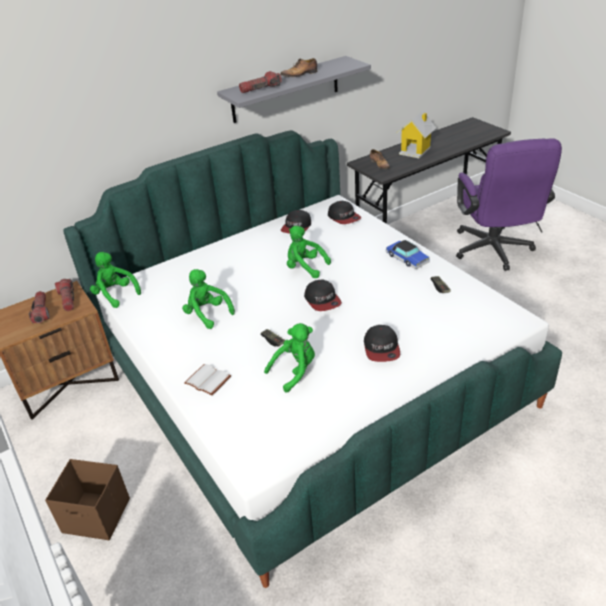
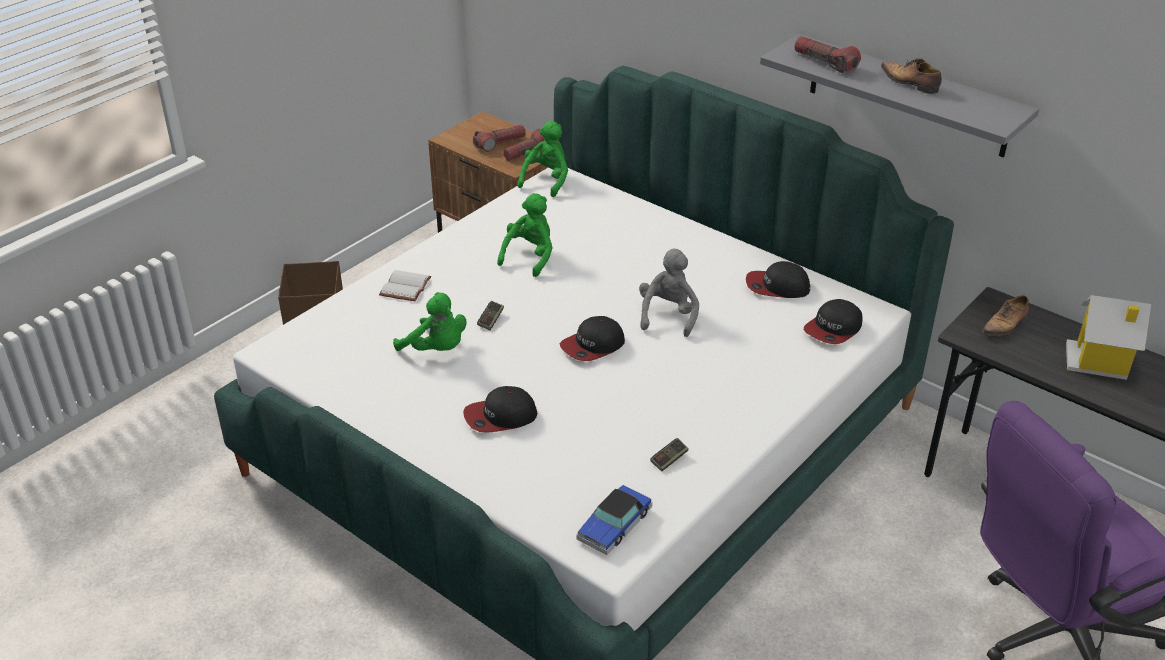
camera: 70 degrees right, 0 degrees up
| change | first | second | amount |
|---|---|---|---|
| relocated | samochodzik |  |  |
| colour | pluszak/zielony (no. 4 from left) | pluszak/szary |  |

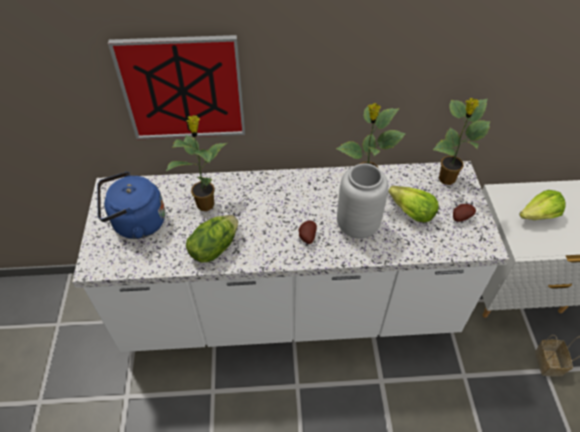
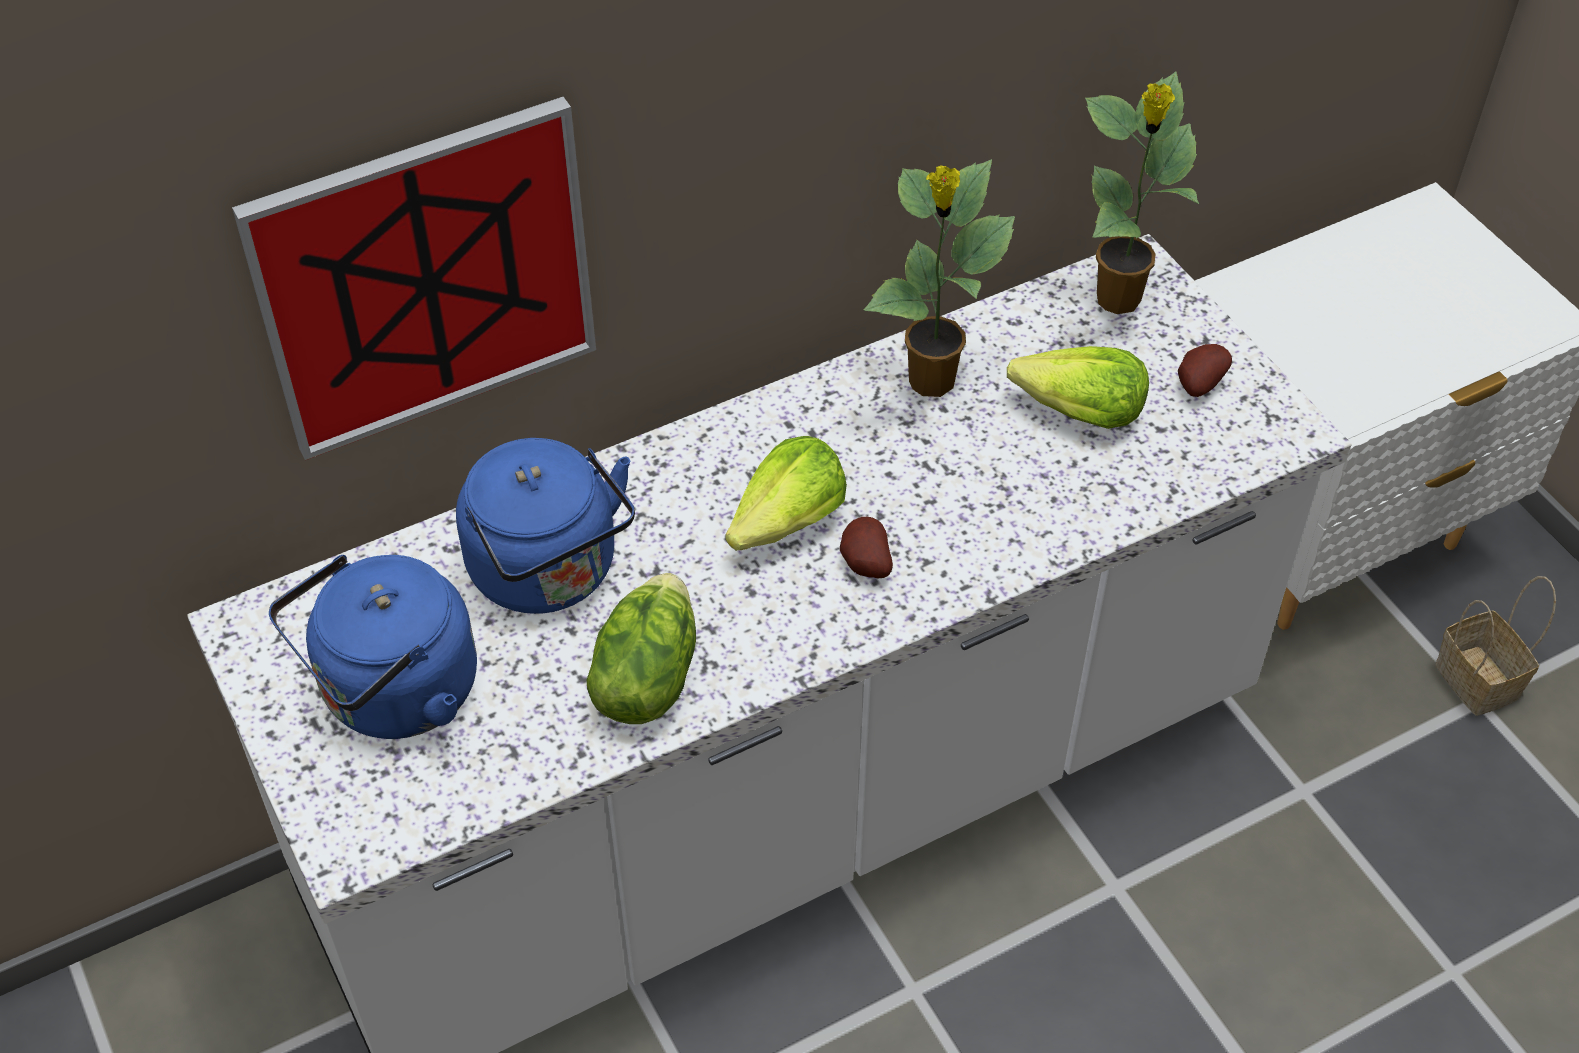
camera: 25 degrees left, 0 degrees up
| change | first | second | amount |
|---|---|---|---|
| missing | wazon/szary |  |  |
| relocated | sałata (no. 3 from left in the first image) | sałata (no. 2 from left) |  |
| exchanged | roślina doniczkowa (no. 1 from left) | czajnik/niebieski (no. 2 from left) |  |

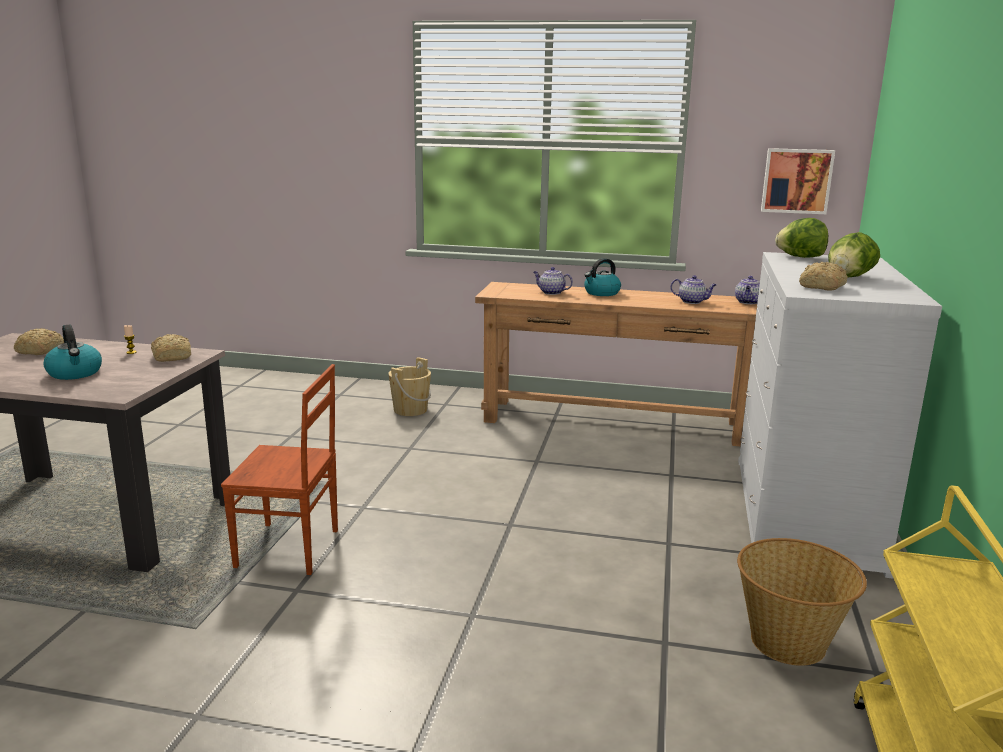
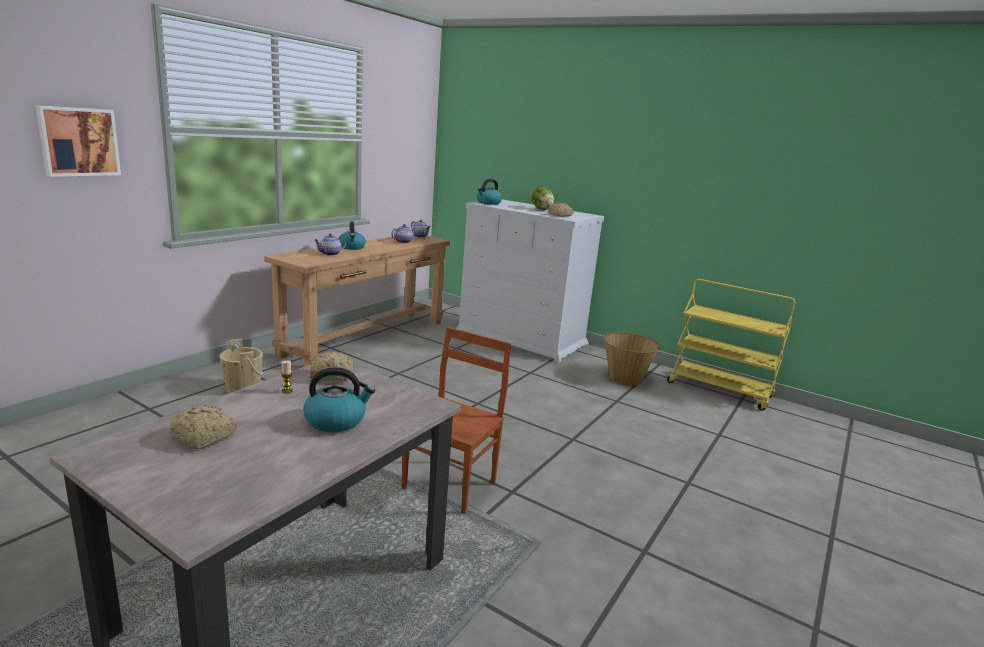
camera: 70 degrees left, 0 degrees up
| change | first | second | amount |
|---|---|---|---|
| relocated | obraz |  |  |
| exchanged | sałata (no. 1 from left) | czajnik (no. 3 from left) |  |

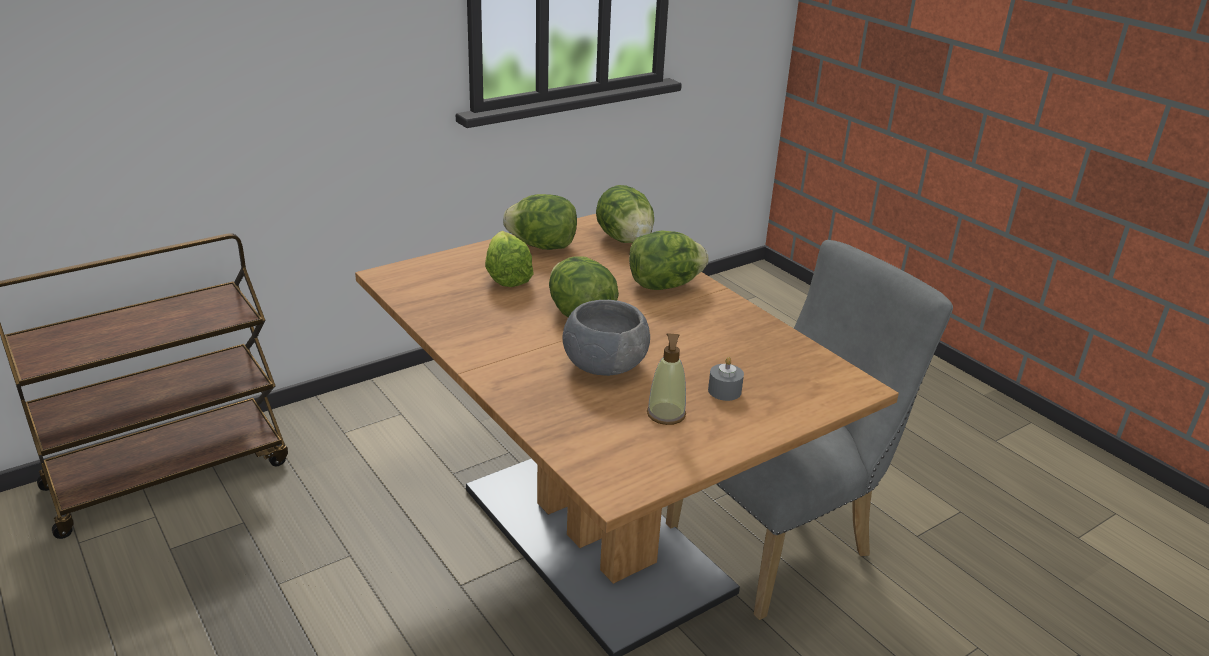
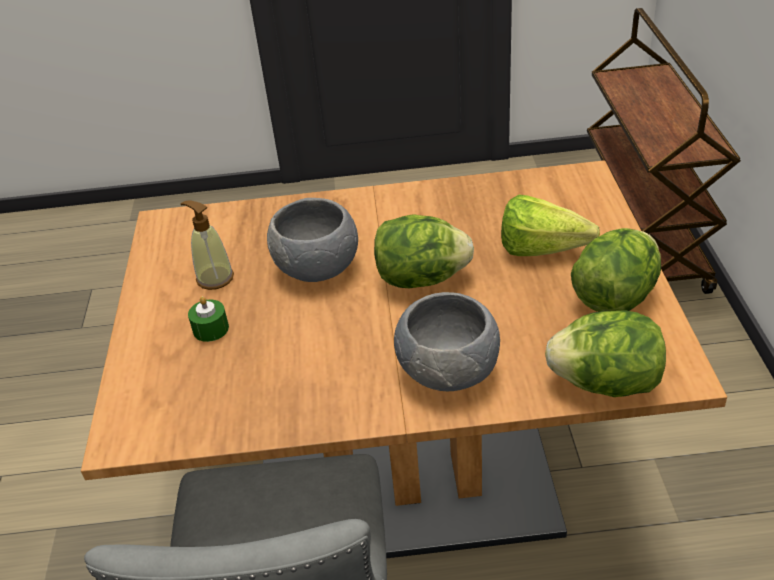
camera: 125 degrees right, 10 degrees up
| change | first | second | amount |
|---|---|---|---|
| exchanged | sałata (no. 5 from left) | miska/szary (no. 2 from left) |  |
| colour | świeca/szary | świeca/zielony |  |

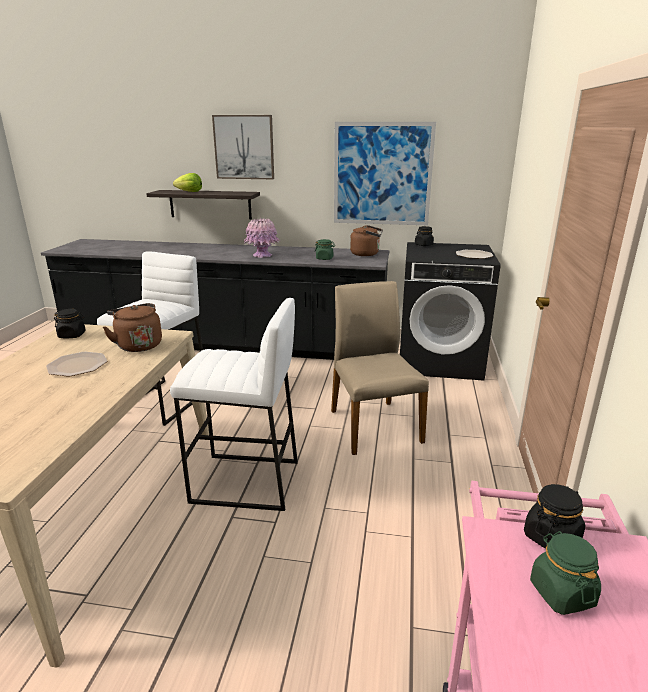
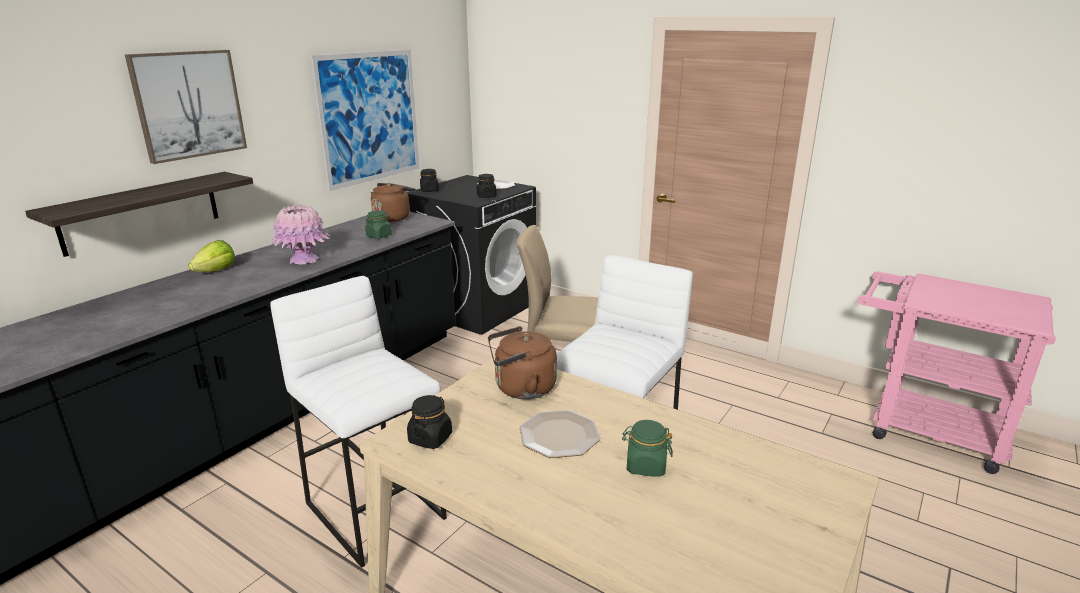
camera: 65 degrees left, 0 degrees up
| change | first | second | amount |
|---|---|---|---|
| relocated | sałata |  |  |
| relocated | słoik/czarny (no. 3 from left) |  |  |
| relocated | słoik/zielony (no. 2 from left) |  |  |

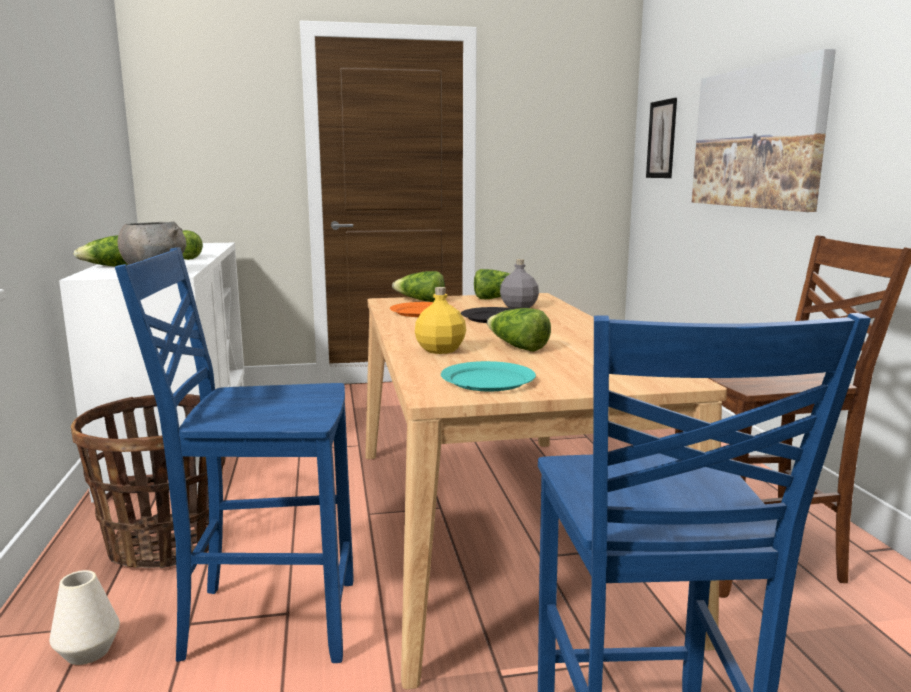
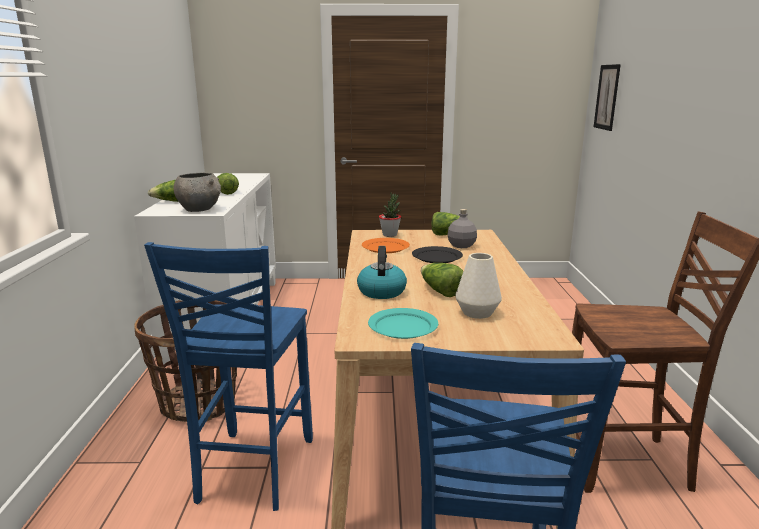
camera: 10 degrees right, 5 degrees up
| change | first | second | amount |
|---|---|---|---|
| missing | obraz (no. 2 from left) |  |  |
| relocated | wazon/biały |  |  |
| exchanged | sałata (no. 3 from left) | roślina doniczkowa |  |
| exchanged | butelka/żółty | czajnik |  |
| spun | krzesło/niebieski (no. 1 from left) |  | 90 degrees counterclockwise |

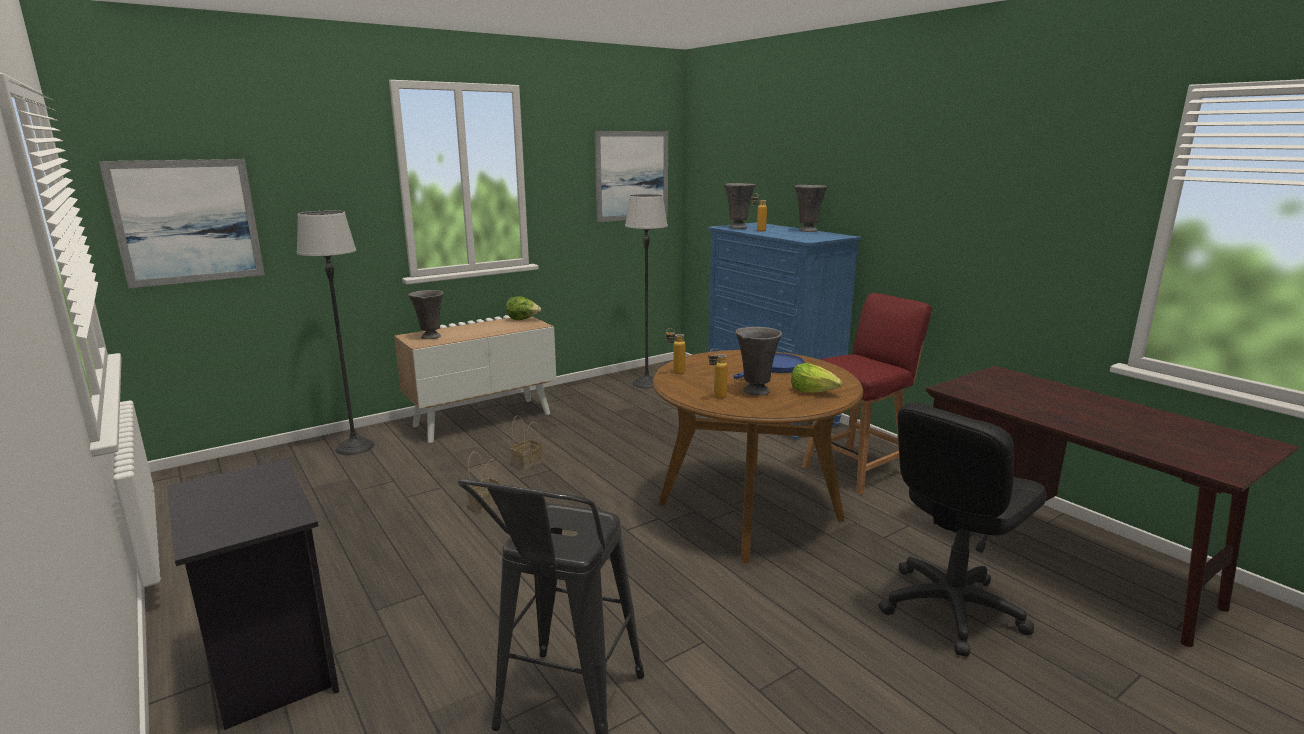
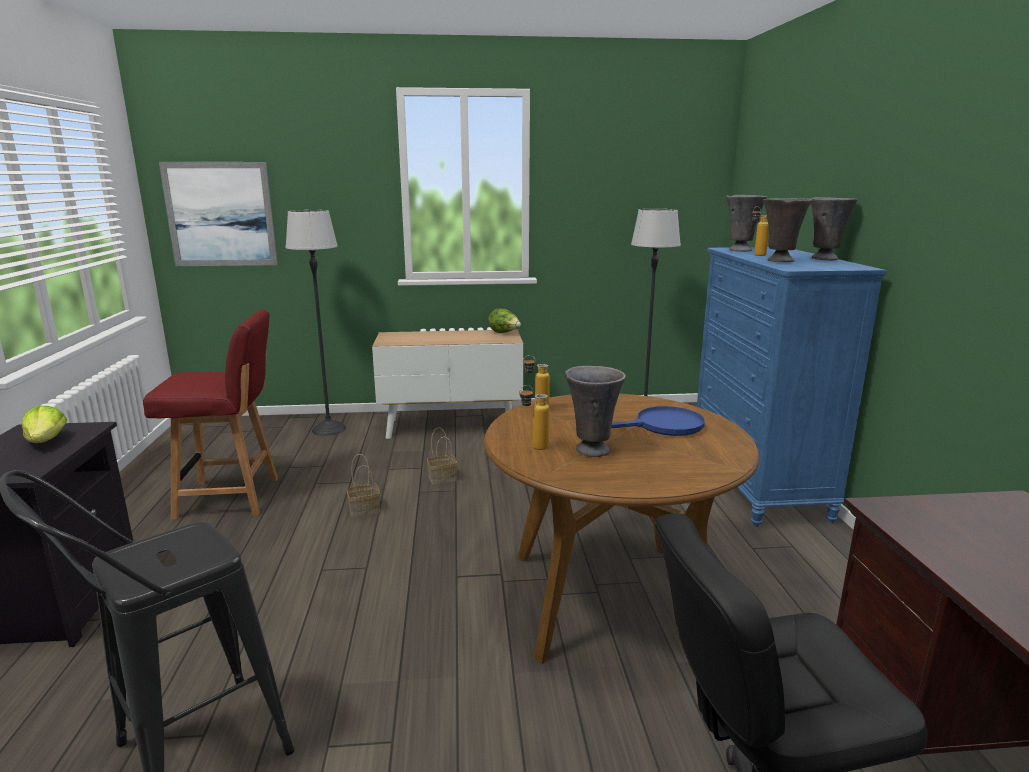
camera: 30 degrees right, 0 degrees up
| change | first | second | amount |
|---|---|---|---|
| missing | obraz (no. 2 from left) |  |  |
| relocated | wazon/szary (no. 1 from left in the first image) | wazon/szary (no. 3 from left) |  |
| relocated | sałata (no. 2 from left in the first image) | sałata (no. 1 from left) |  |
| relocated | krzesło/czerwony |  |  |

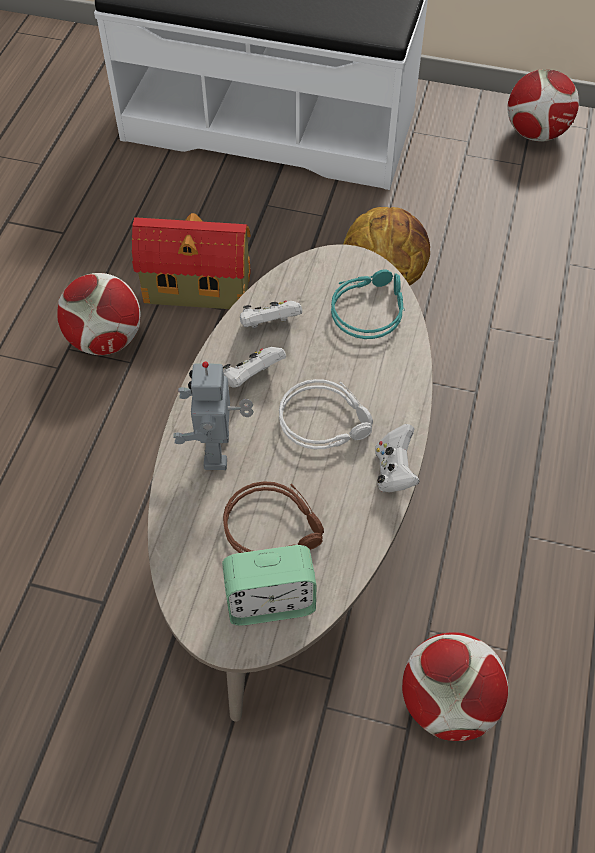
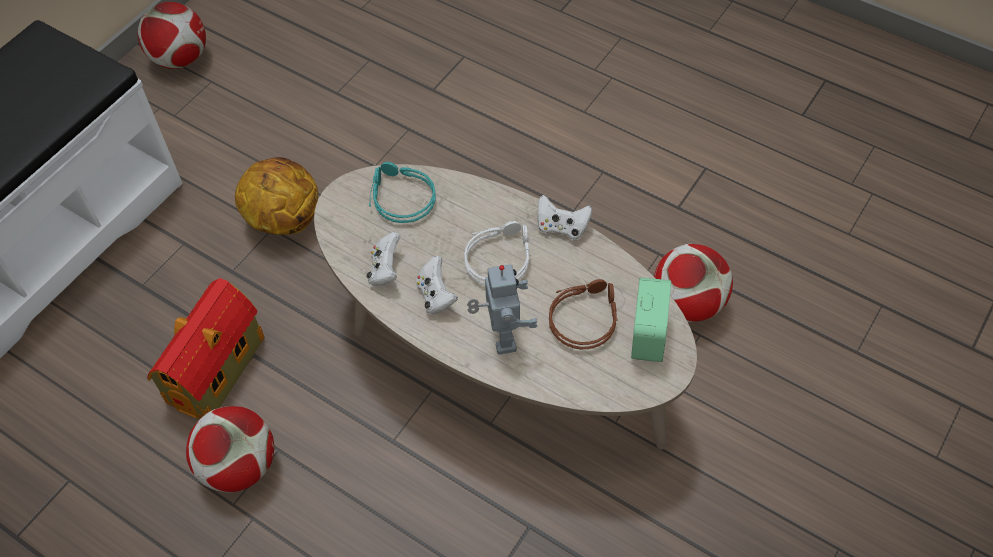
camera: 70 degrees left, 0 degrees up
| change | first | second | amount |
|---|---|---|---|
| spun | robot zabawkowy |  | 120 degrees counterclockwise |

